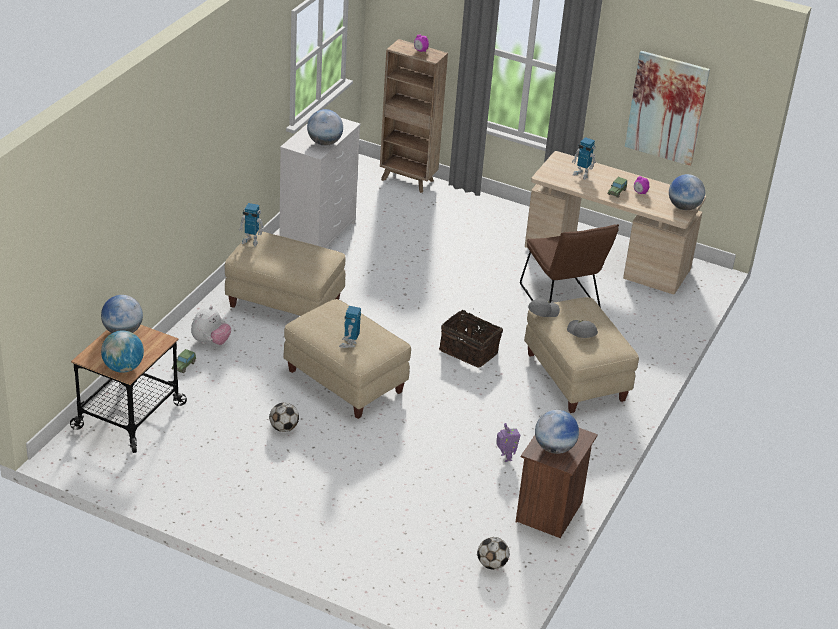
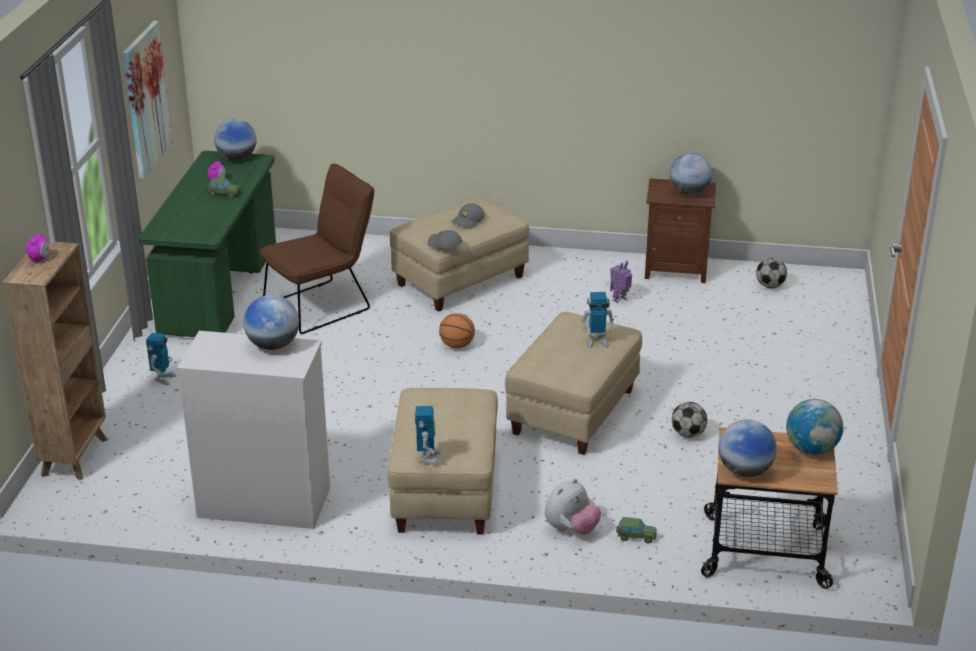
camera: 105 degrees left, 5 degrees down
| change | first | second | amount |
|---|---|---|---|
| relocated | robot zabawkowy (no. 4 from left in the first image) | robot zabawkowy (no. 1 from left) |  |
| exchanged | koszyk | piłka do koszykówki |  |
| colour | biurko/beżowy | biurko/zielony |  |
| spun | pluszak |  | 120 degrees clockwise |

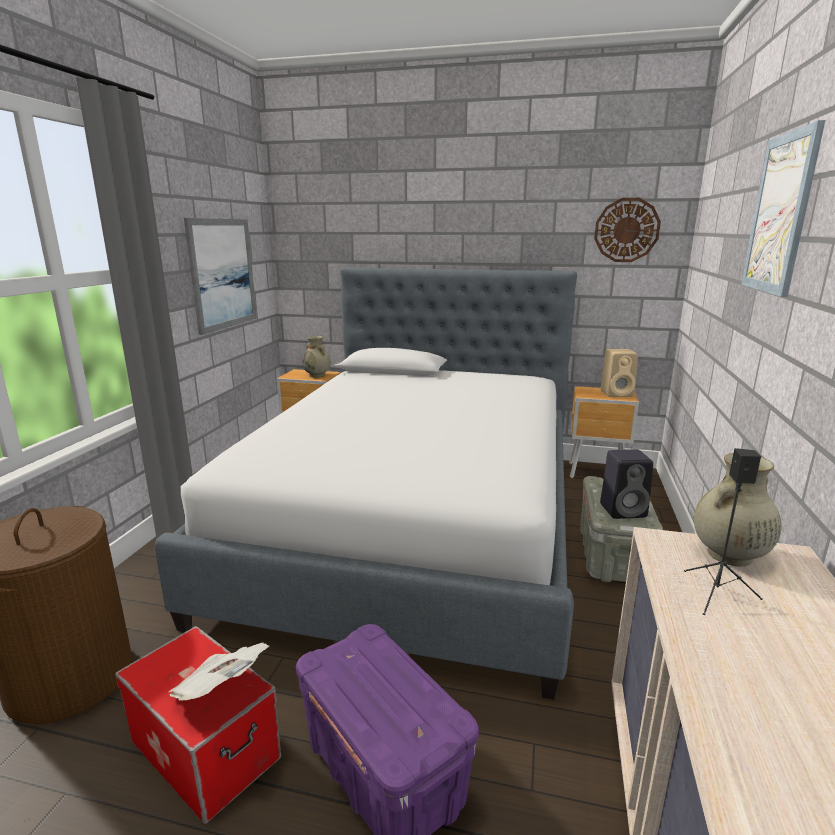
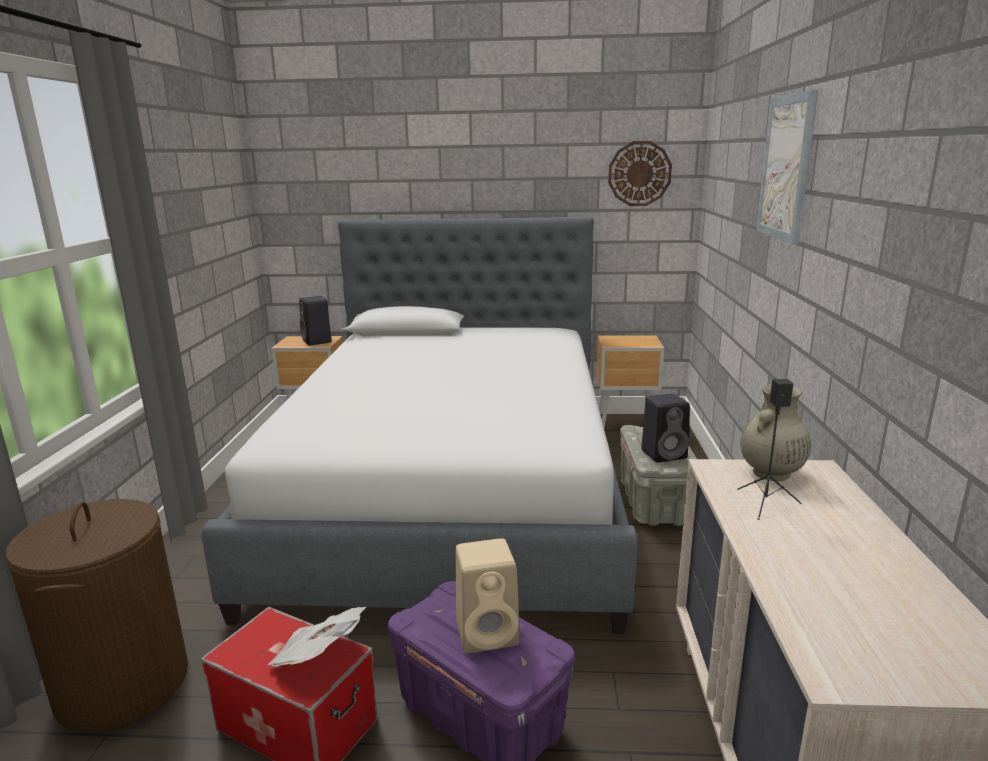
camera: 10 degrees left, 0 degrees up
| change | first | second | amount |
|---|---|---|---|
| missing | obraz (no. 1 from left) |  |  |
| relocated | głośnik/beżowy |  |  |
| exchanged | wazon/beżowy (no. 1 from left) | głośnik/czarny (no. 1 from left) |  |

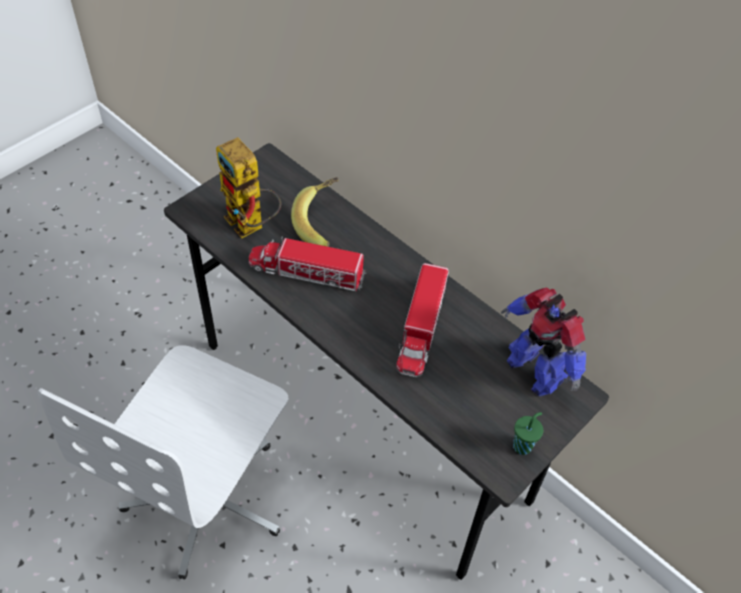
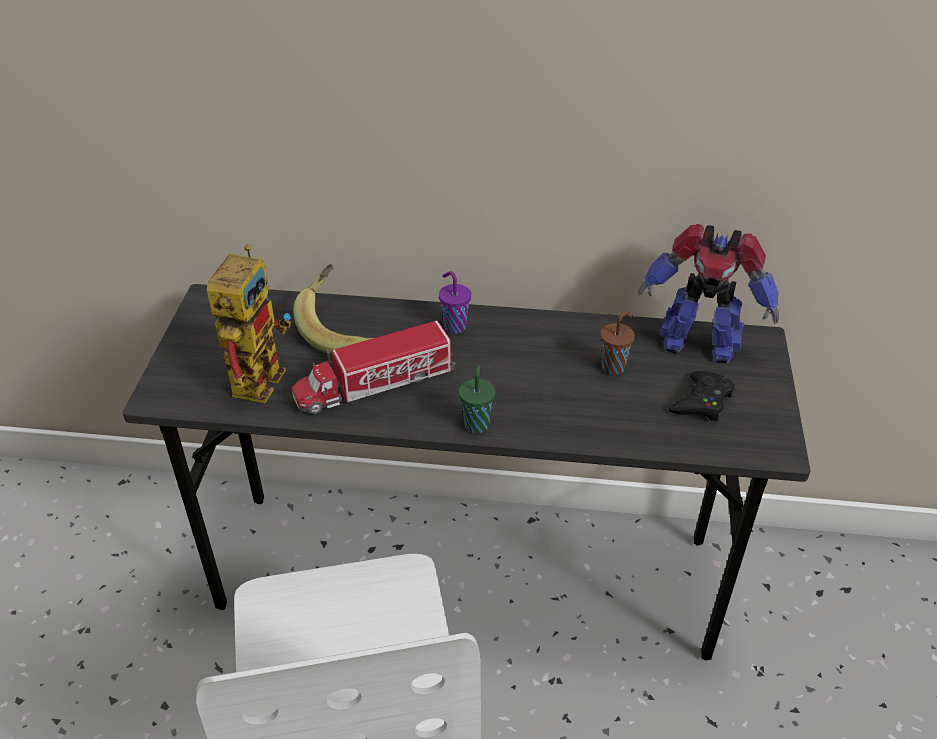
camera: 35 degrees left, 10 degrees down
| change | first | second | amount |
|---|---|---|---|
| missing | ciężarówka zabawkowa (no. 2 from left) |  |  |
| appeared |  | filiżanka/fioletowy |  |
| appeared |  | filiżanka/brązowy |  |
| appeared |  | pad do gier/czarny |  |
| relocated | filiżanka/zielony |  |  |
| spun | robot zabawkowy (no. 1 from left) |  | 90 degrees counterclockwise |

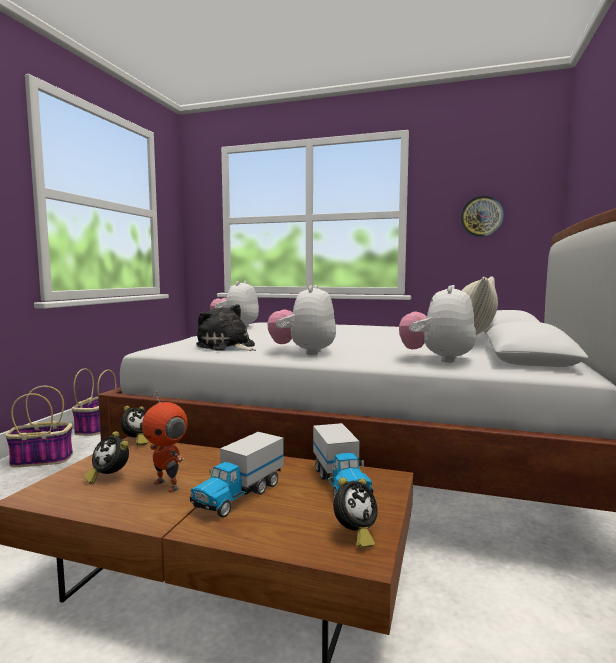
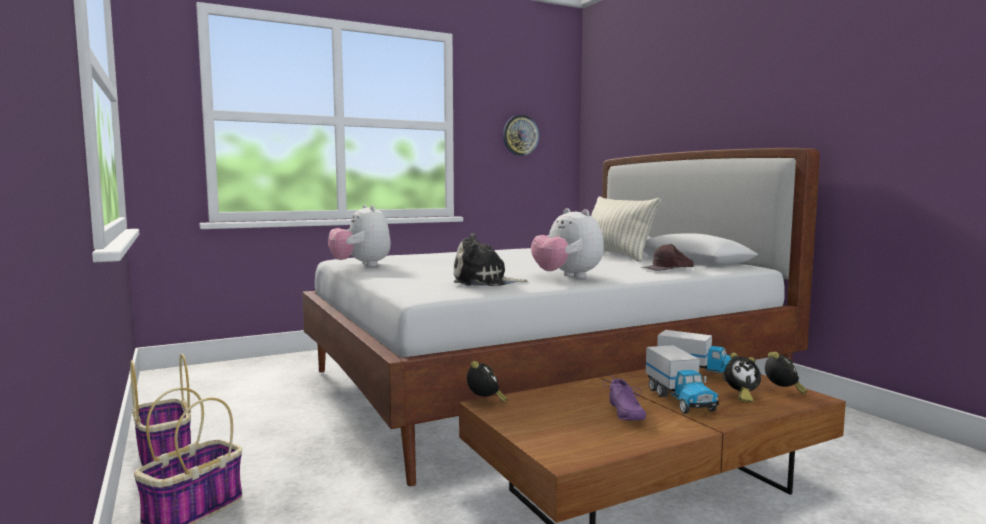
camera: 45 degrees left, 0 degrees up
| change | first | second | amount |
|---|---|---|---|
| relocated | budzik (no. 1 from left in the first image) | budzik (no. 2 from left) |  |
| exchanged | robot zabawkowy | but/fioletowy |  |
| exchanged | pluszak (no. 4 from left) | czapka z daszkiem/brązowy |  |

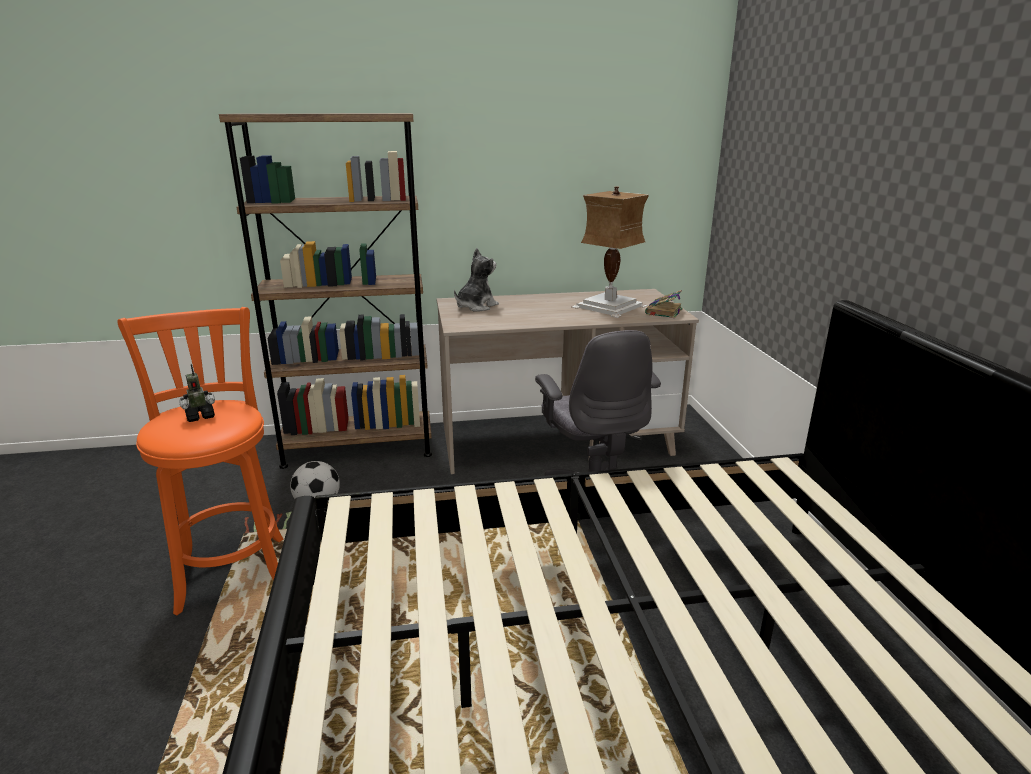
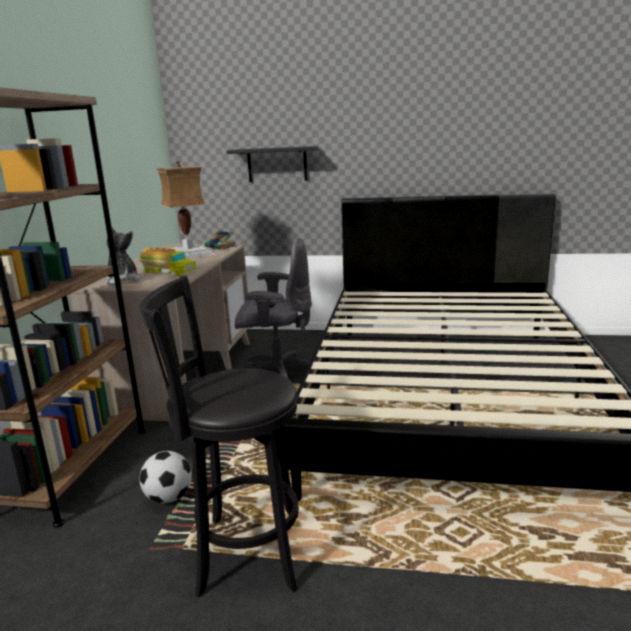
camera: 70 degrees left, 5 degrees down
| change | first | second | amount |
|---|---|---|---|
| missing | robot zabawkowy |  |  |
| appeared |  | ciężarówka zabawkowa |  |
| appeared |  | półka/czarny |  |
| colour | stołek/pomarańczowy | stołek/czarny |  |

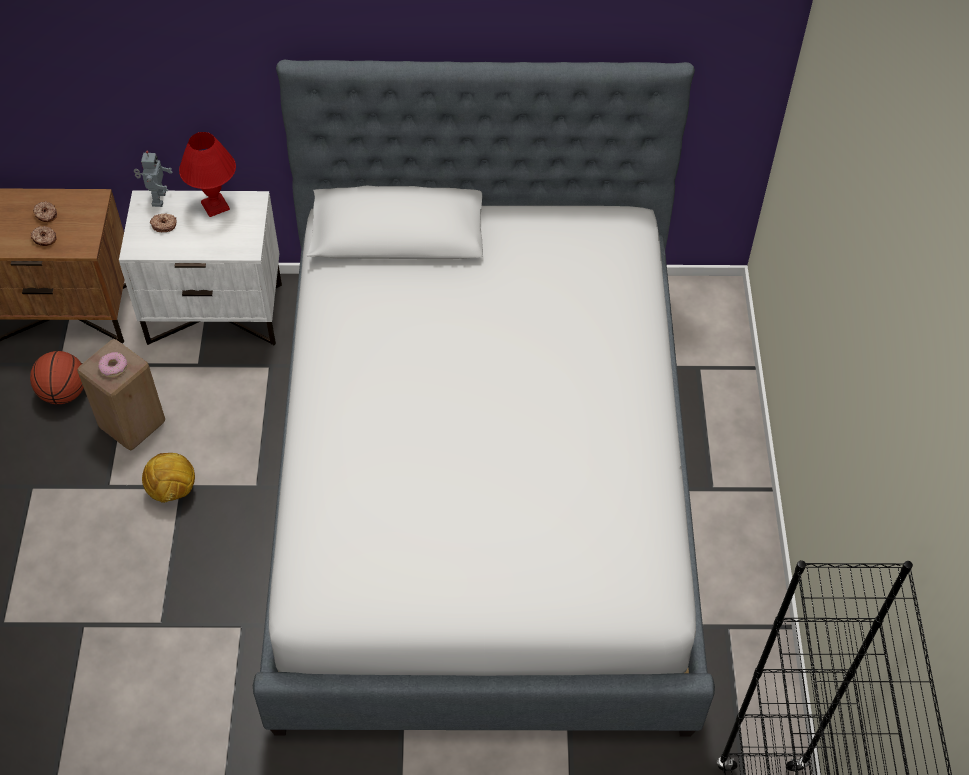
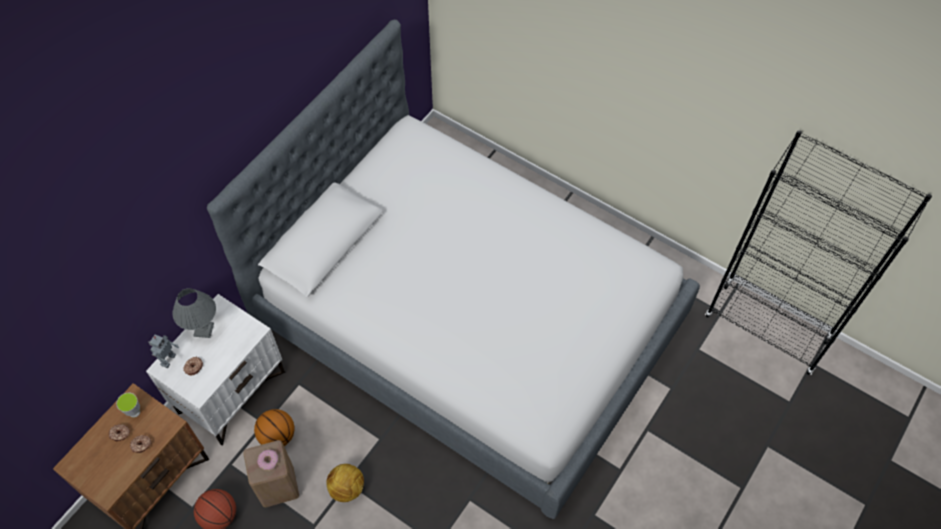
camera: 55 degrees left, 5 degrees up
| change | first | second | amount |
|---|---|---|---|
| appeared |  | filiżanka |  |
| appeared |  | piłka do koszykówki (no. 2 from left) |  |
| colour | lampa stołowa/czerwony | lampa stołowa/szary |  |
| spun | robot zabawkowy |  | 75 degrees clockwise |

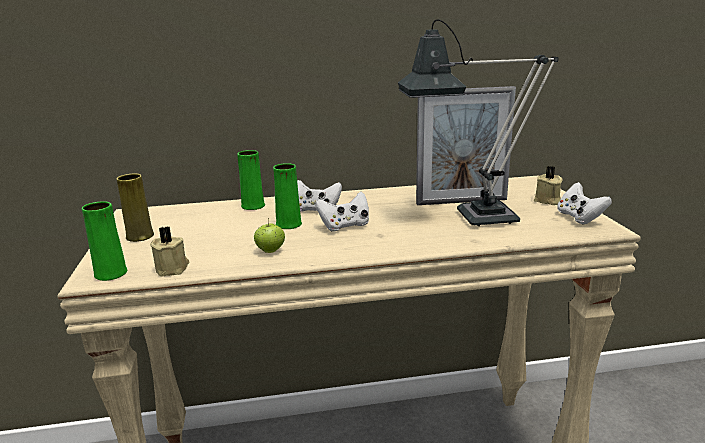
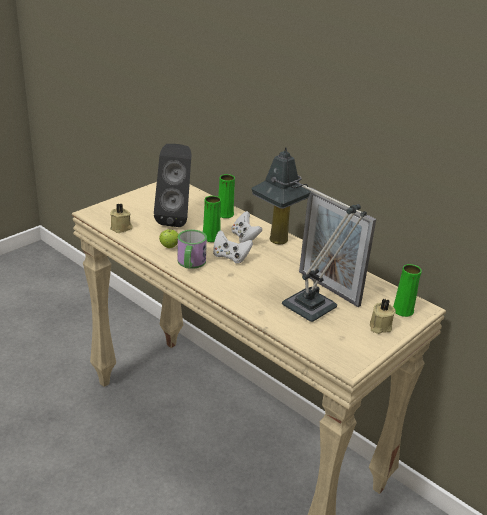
camera: 50 degrees right, 10 degrees up
| change | first | second | amount |
|---|---|---|---|
| missing | pad do gier/biały (no. 3 from left) |  |  |
| appeared |  | głośnik/czarny |  |
| appeared |  | kubek |  |
| relocated | wazon/zielony (no. 1 from left in the first image) | wazon/zielony (no. 3 from left) |  |
| relocated | wazon/żółty |  |  |

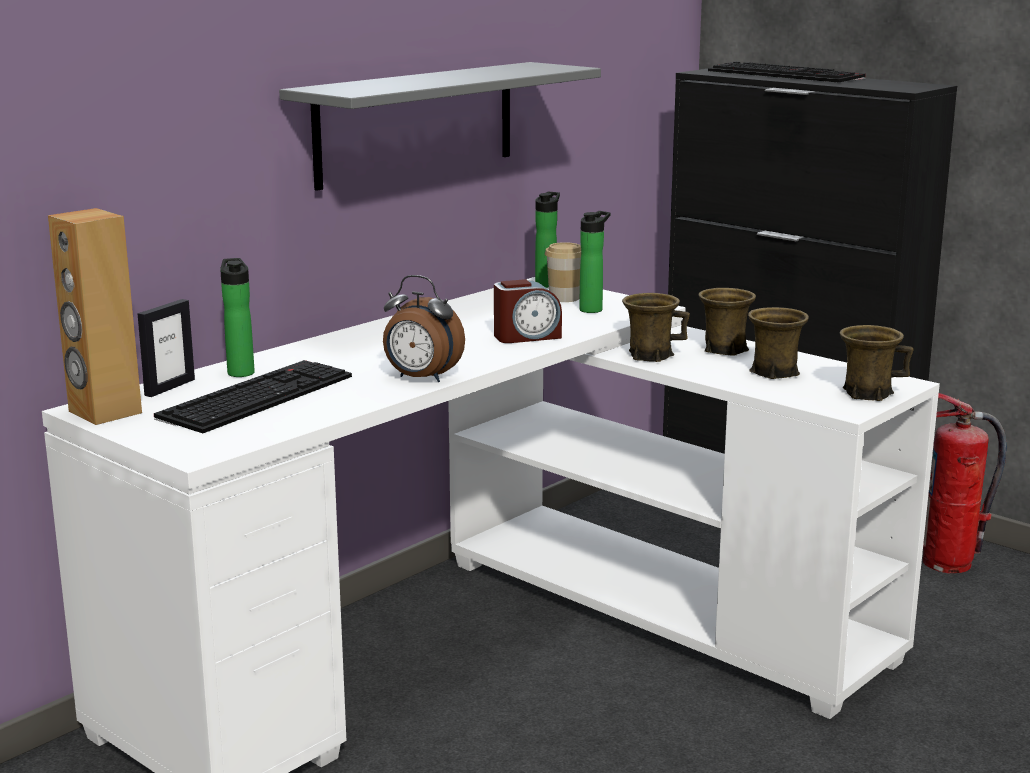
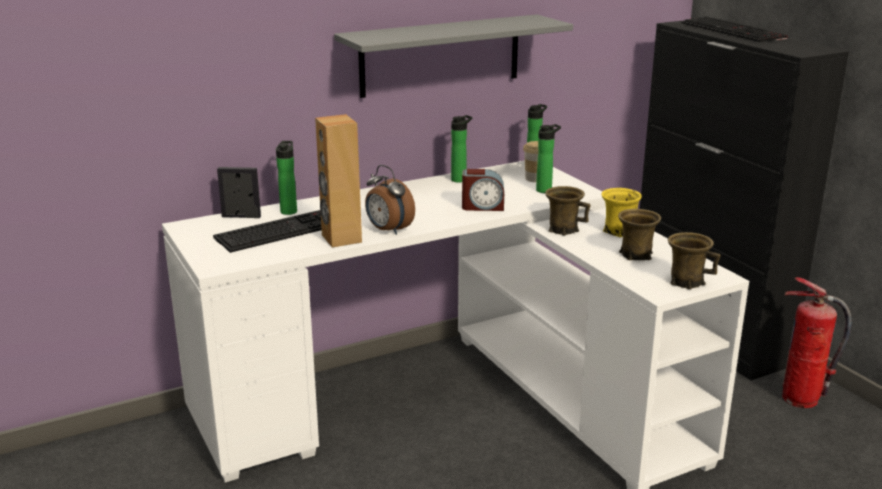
camera: 20 degrees right, 5 degrees up
| change | first | second | amount |
|---|---|---|---|
| appeared |  | butelka (no. 2 from left) |  |
| relocated | głośnik/brązowy |  |  |
| colour | kubek/brązowy (no. 2 from left) | kubek/żółty |  |
| spun | ramka na zdjęcie |  | 135 degrees counterclockwise |

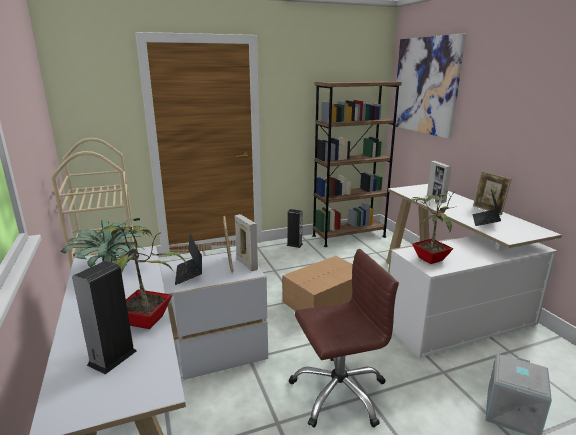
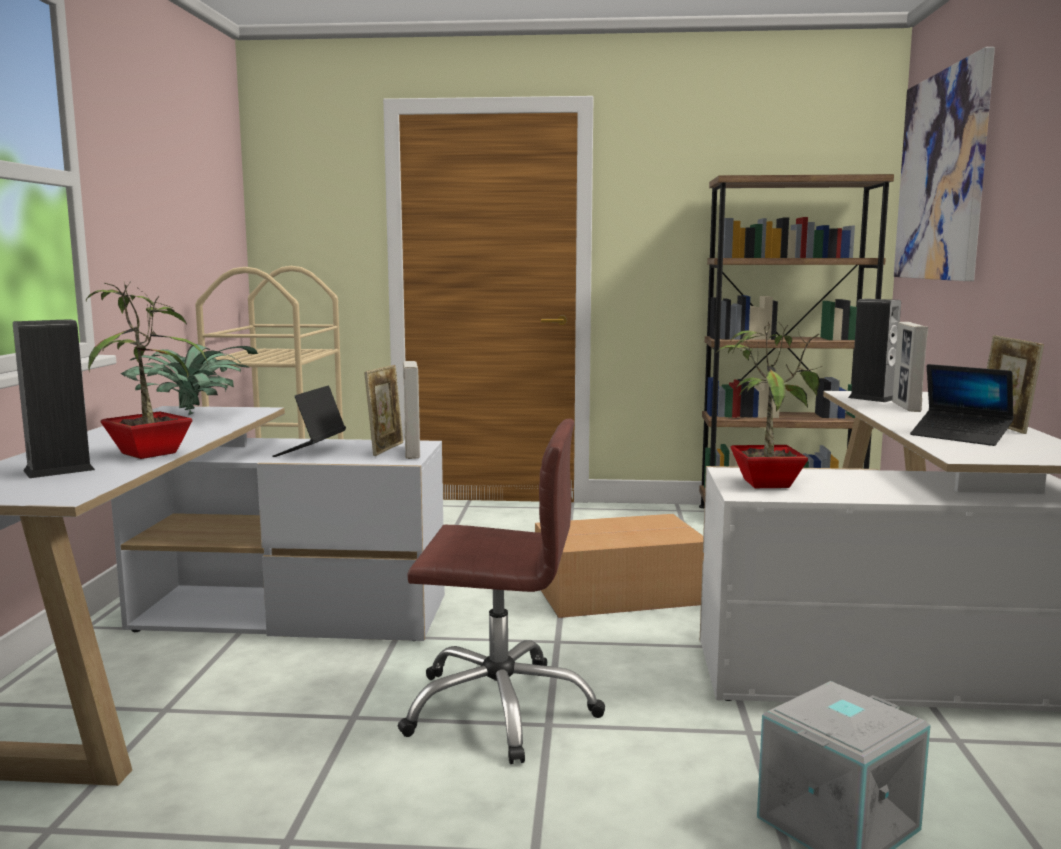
camera: 25 degrees right, 10 degrees down
| change | first | second | amount |
|---|---|---|---|
| relocated | głośnik (no. 2 from left) |  |  |
| spun | laptop (no. 2 from left) |  | 90 degrees counterclockwise |

